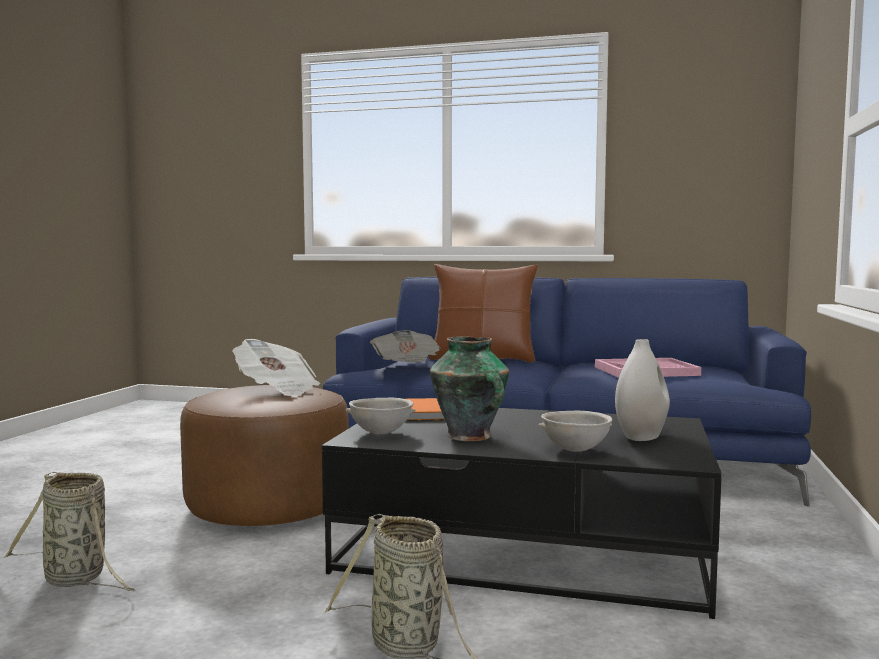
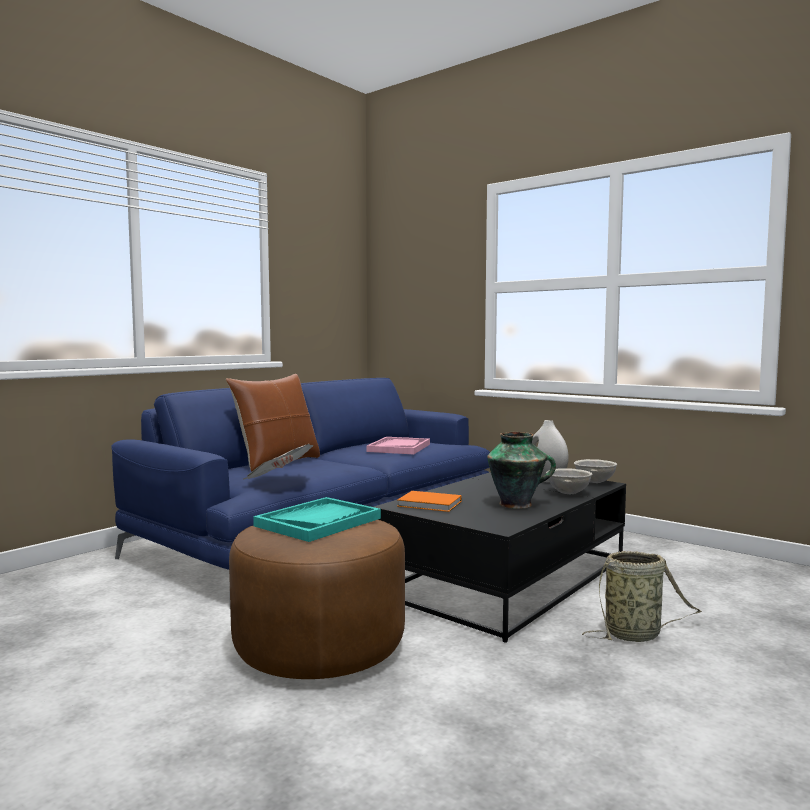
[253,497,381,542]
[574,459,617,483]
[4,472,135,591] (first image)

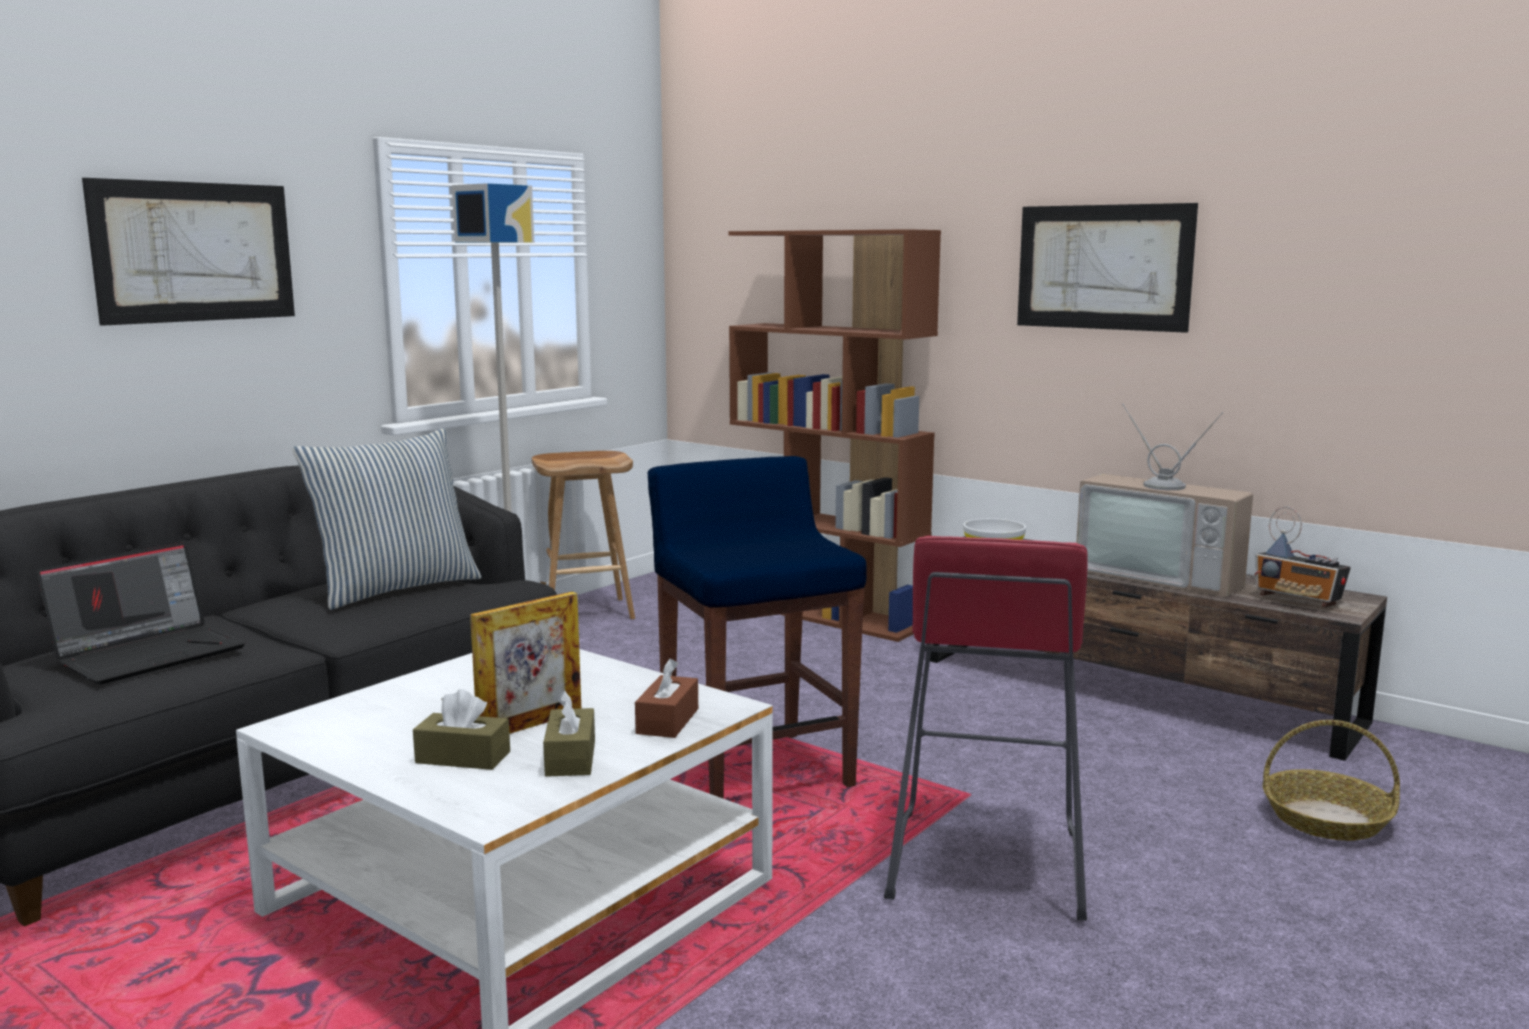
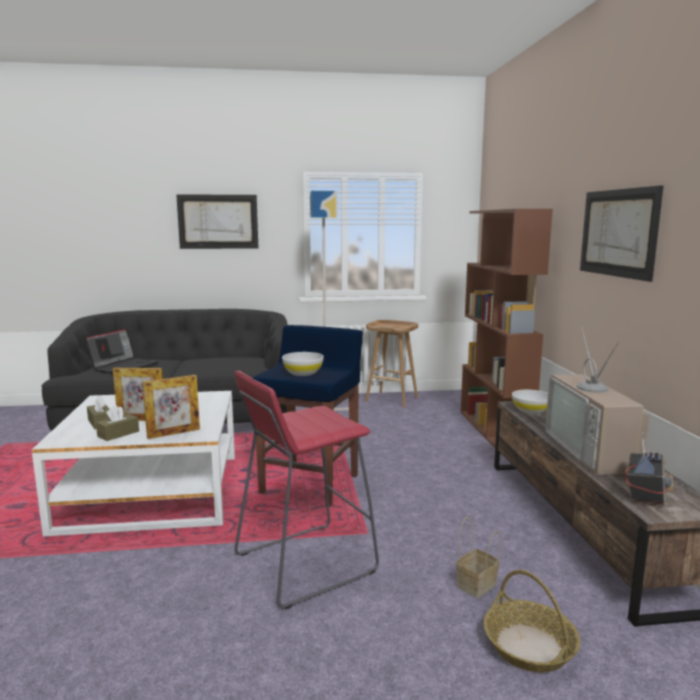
[292,429,482,610] (first image)
[625,431,673,506]
[85,328,159,374]
[142,375,200,439]
[282,352,324,376]
[456,517,500,598]

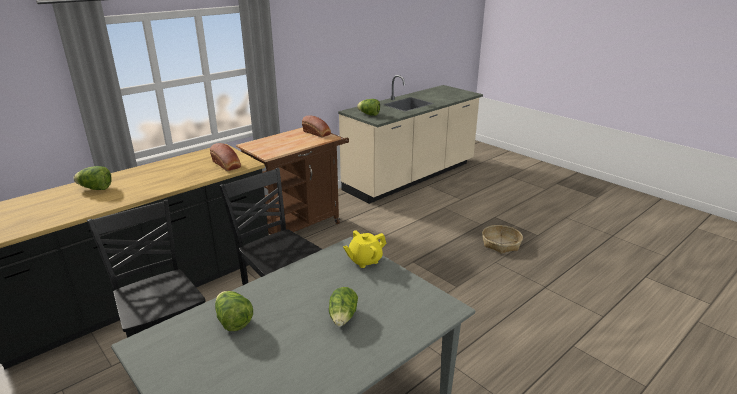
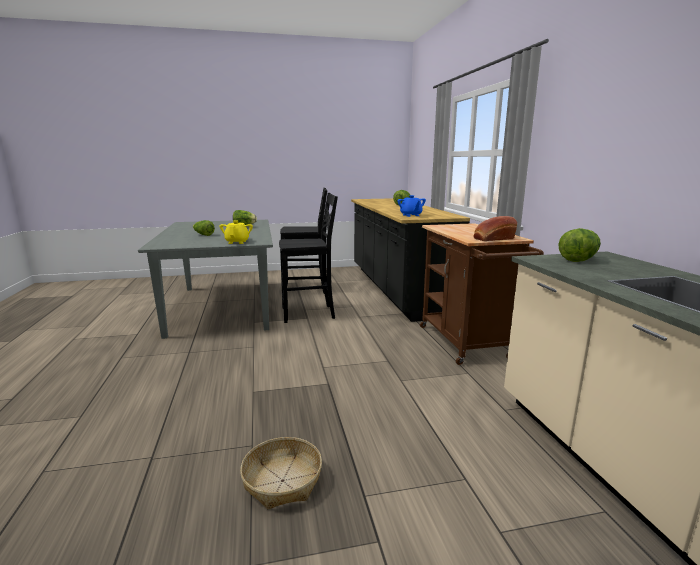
[398,195,426,217]

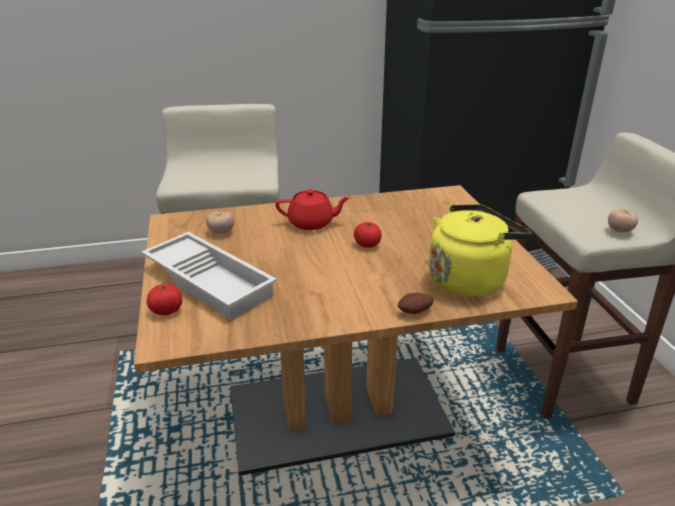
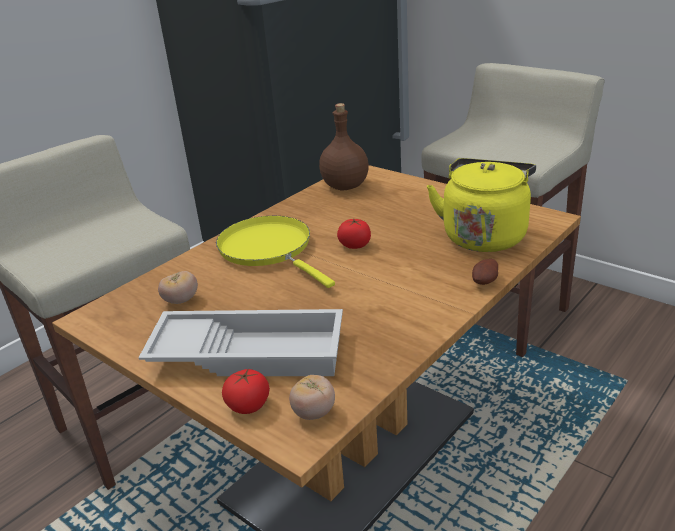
[216,216,335,288]
[289,375,335,420]
[319,103,369,191]

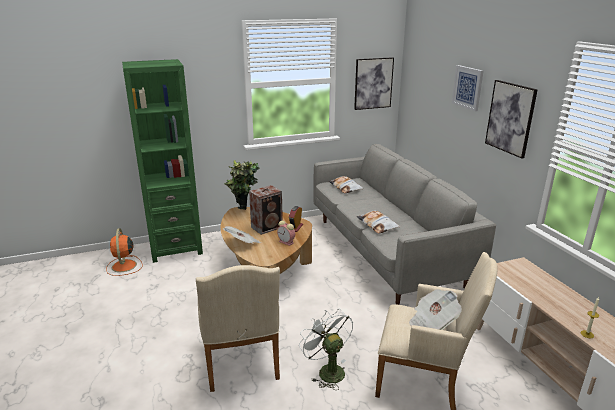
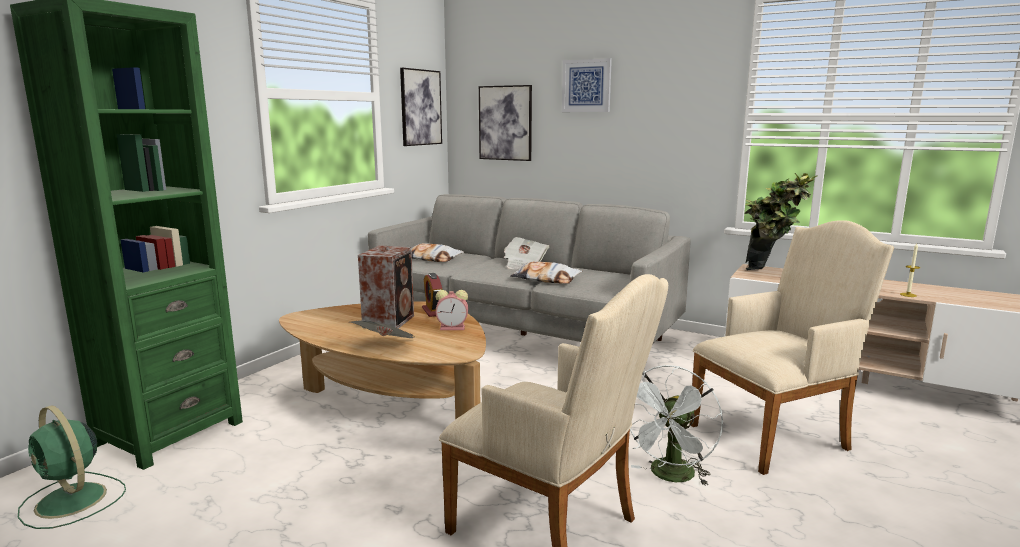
[479,85,532,161]
[744,173,817,270]
[18,405,126,529]
[504,237,549,269]
[630,365,723,486]

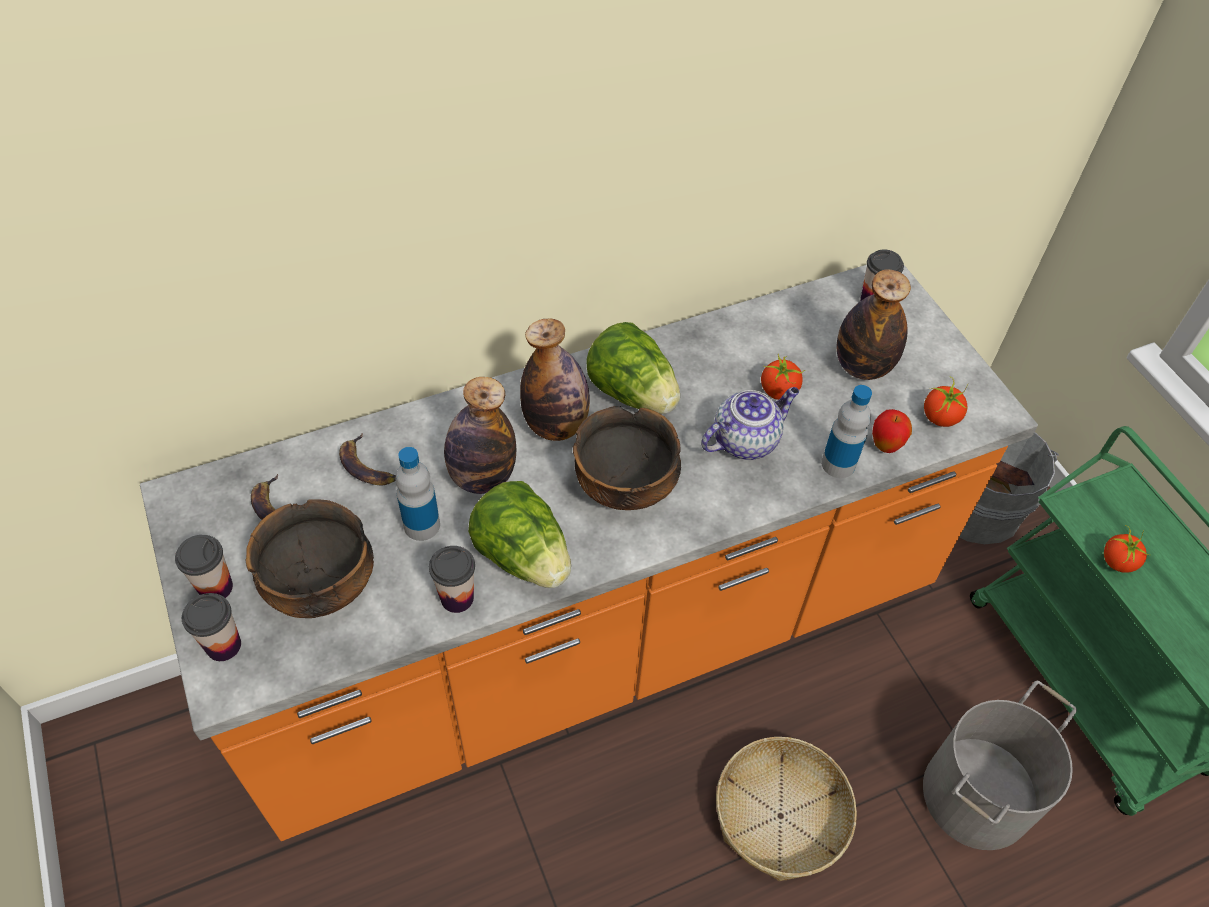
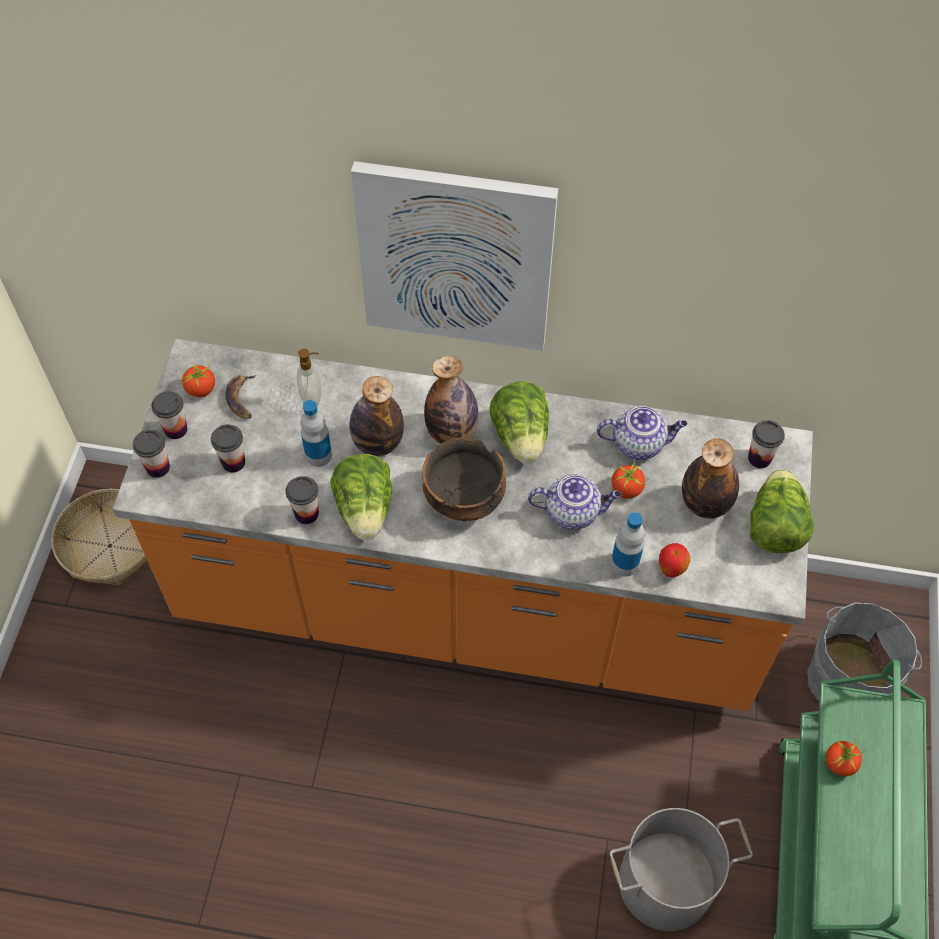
[180,362,215,397]
[296,349,322,406]
[211,424,245,472]
[51,489,147,586]
[351,161,558,350]
[597,406,688,460]
[750,469,814,553]

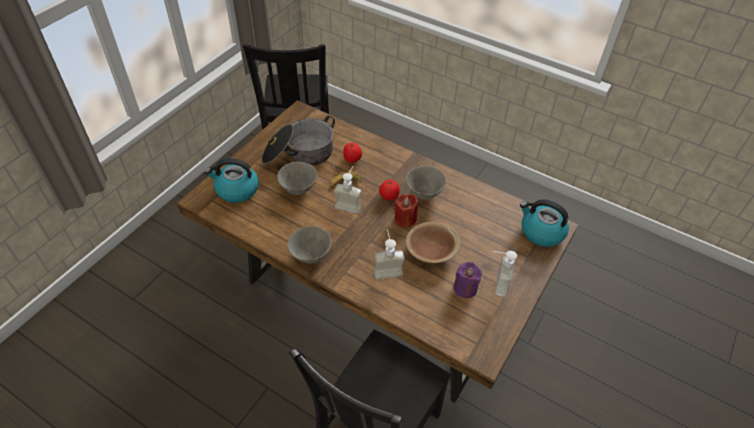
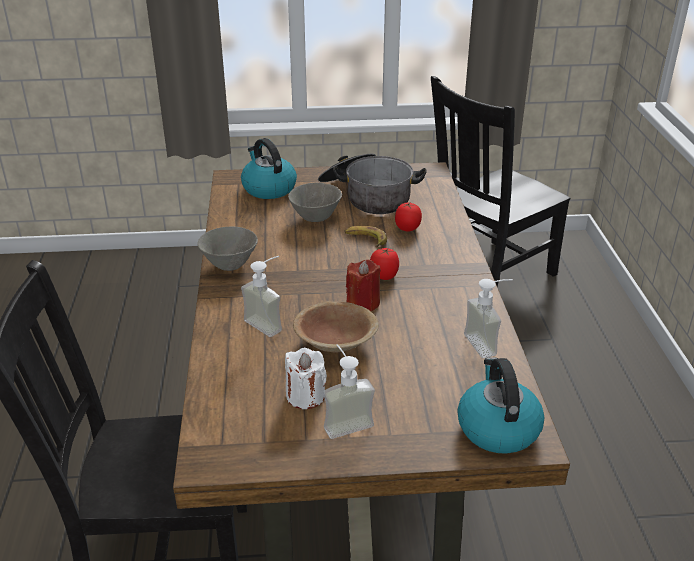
[464,279,513,358]
[406,166,446,200] (first image)
[285,348,327,409]

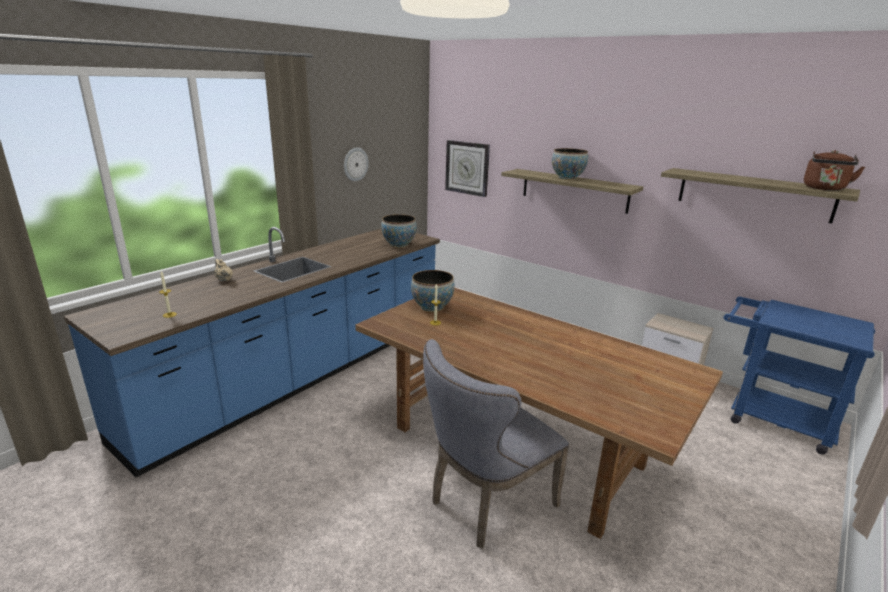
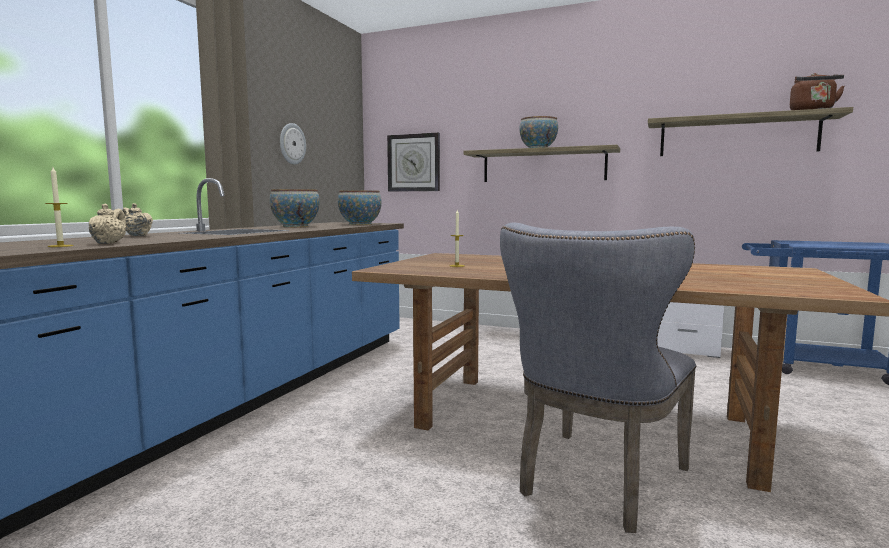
[270,189,320,228]
[89,203,126,244]

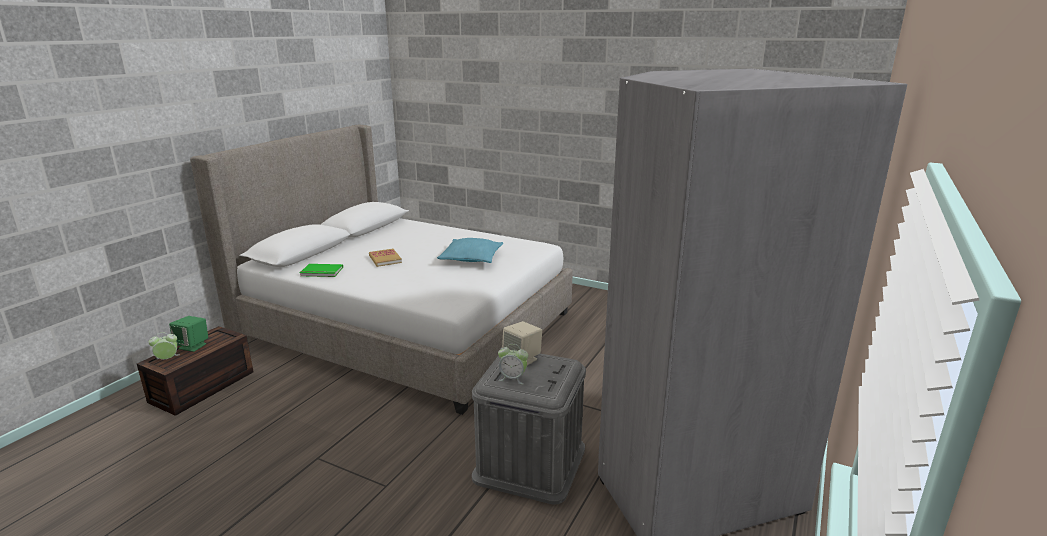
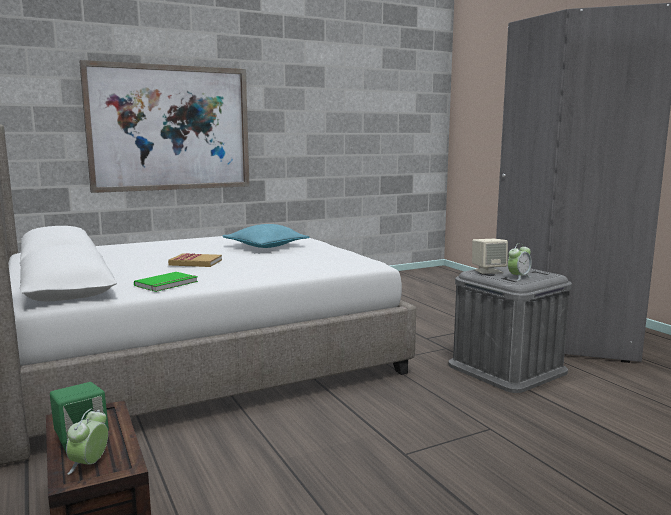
[79,60,249,193]

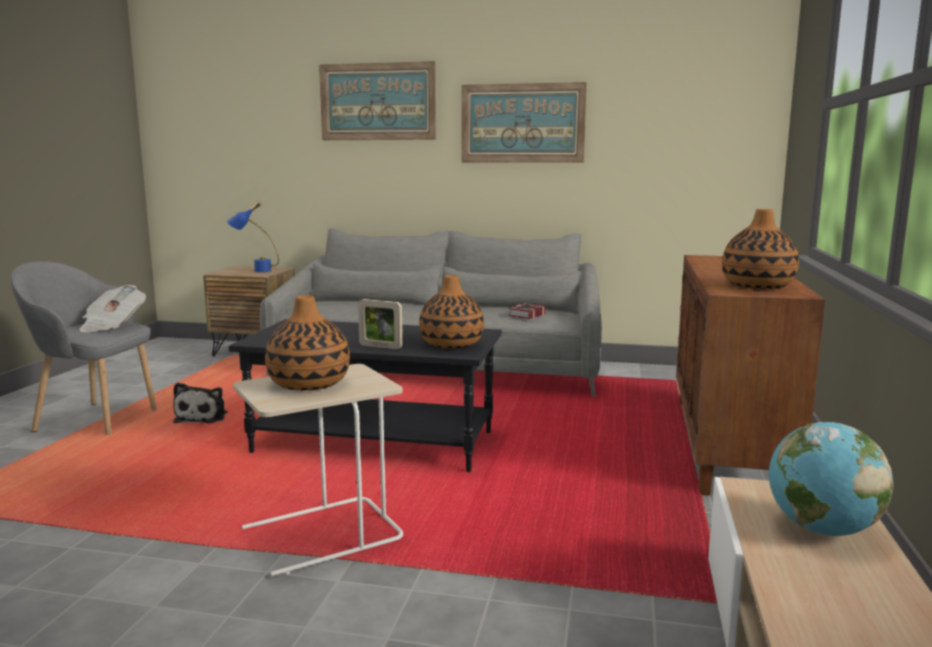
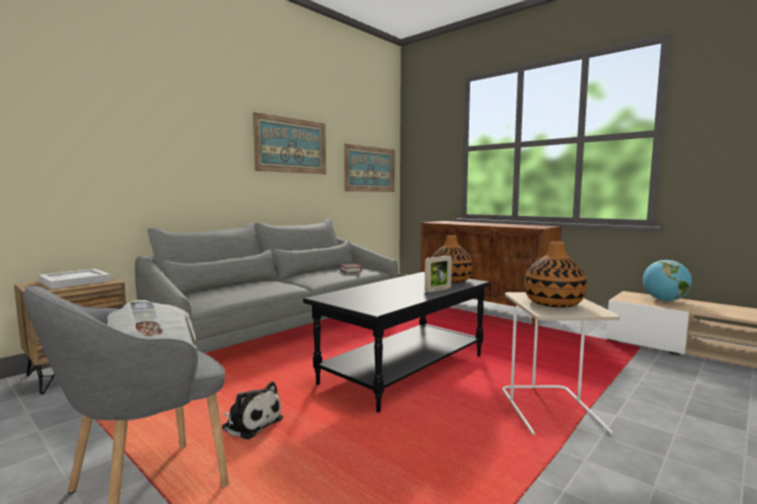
[344,144,395,192]
[38,269,111,289]
[722,209,799,289] (first image)

